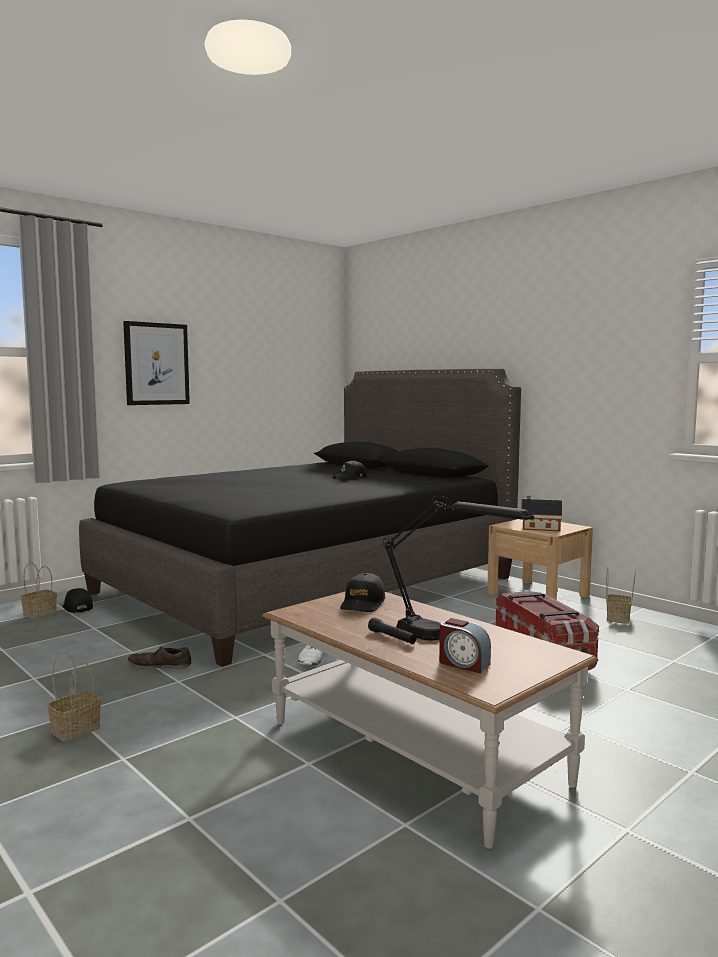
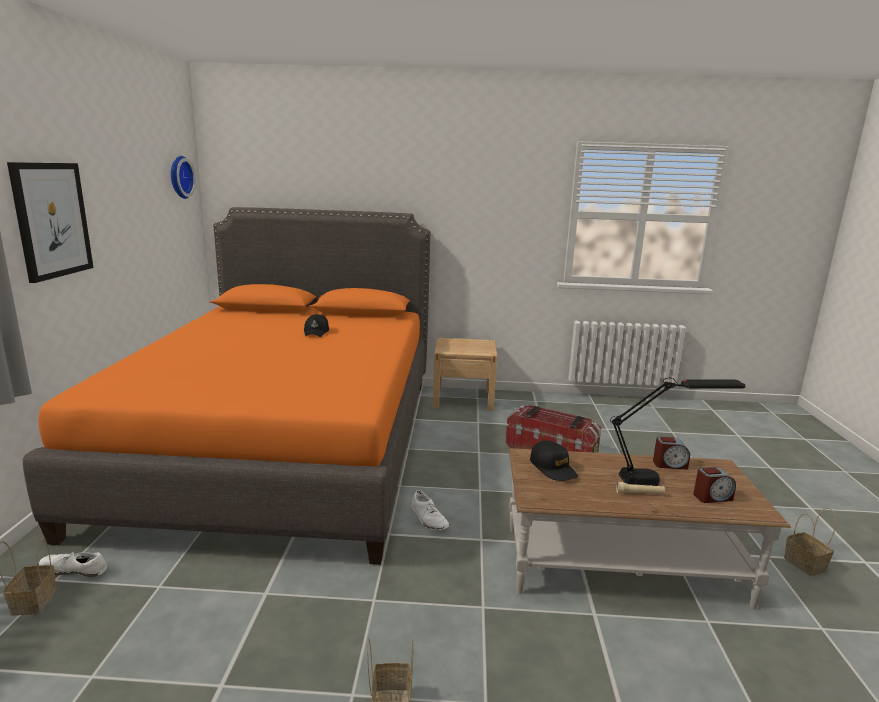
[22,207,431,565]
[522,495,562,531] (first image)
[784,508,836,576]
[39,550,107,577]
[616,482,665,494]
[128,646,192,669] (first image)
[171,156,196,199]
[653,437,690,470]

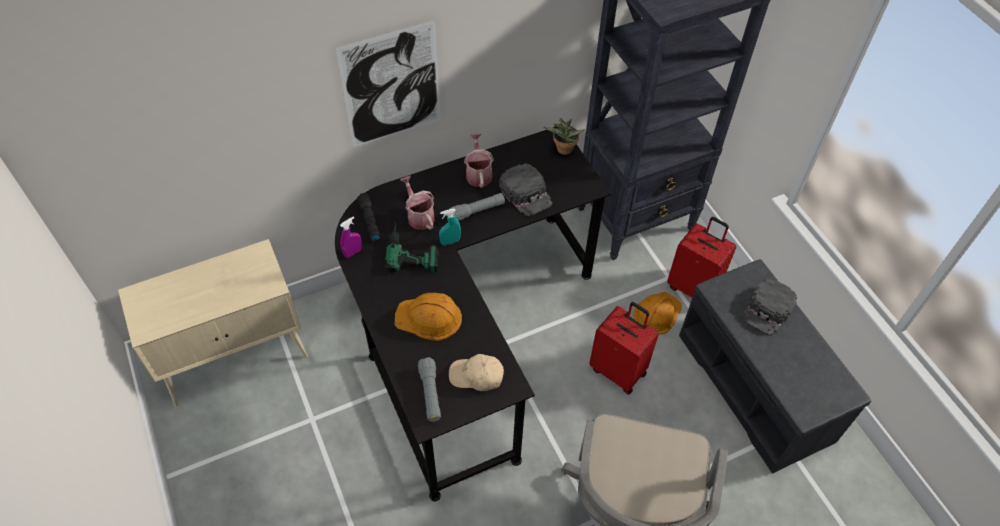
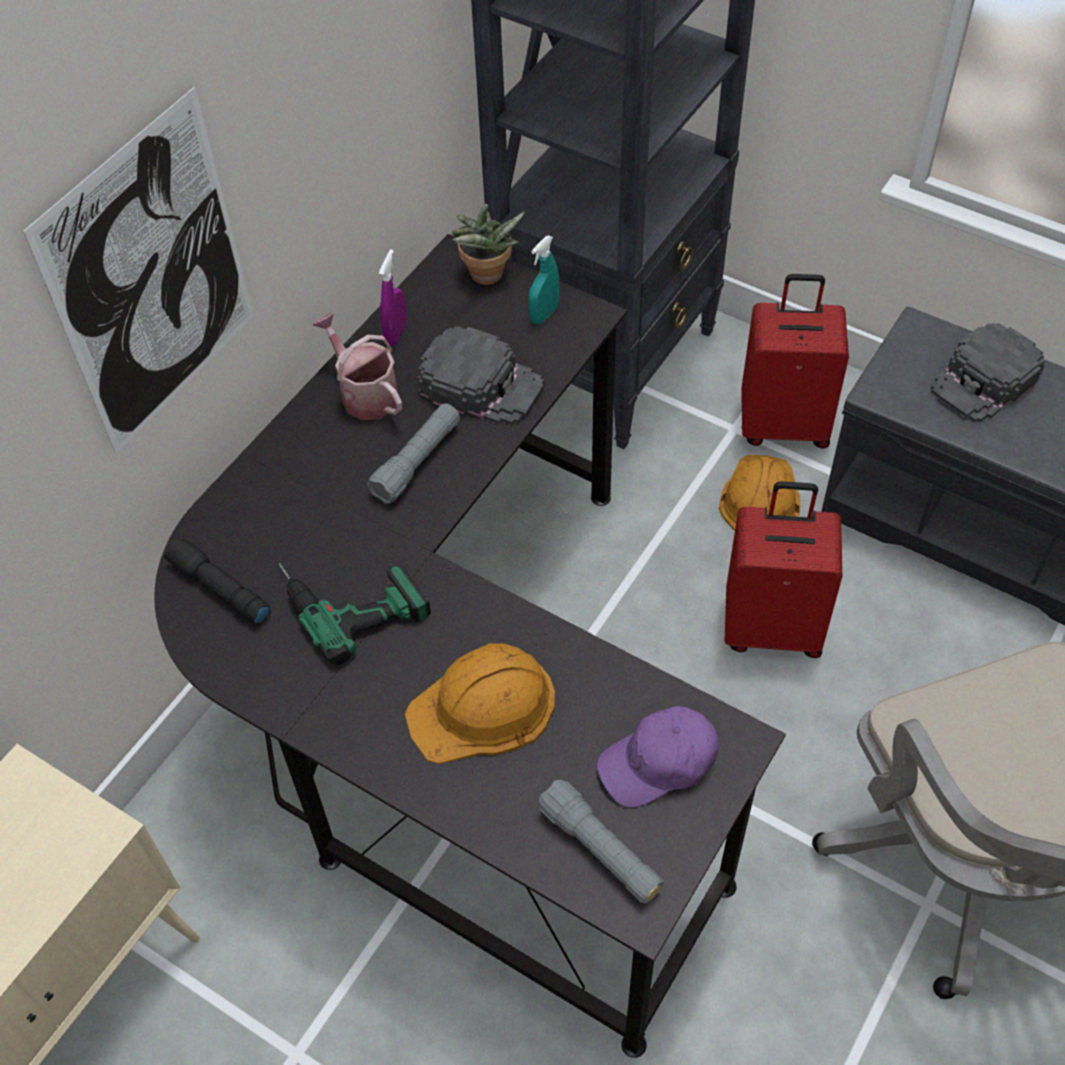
[400,176,435,230] (first image)
[528,235,559,325]
[379,249,407,346]
[931,323,1045,422]
[597,706,719,808]

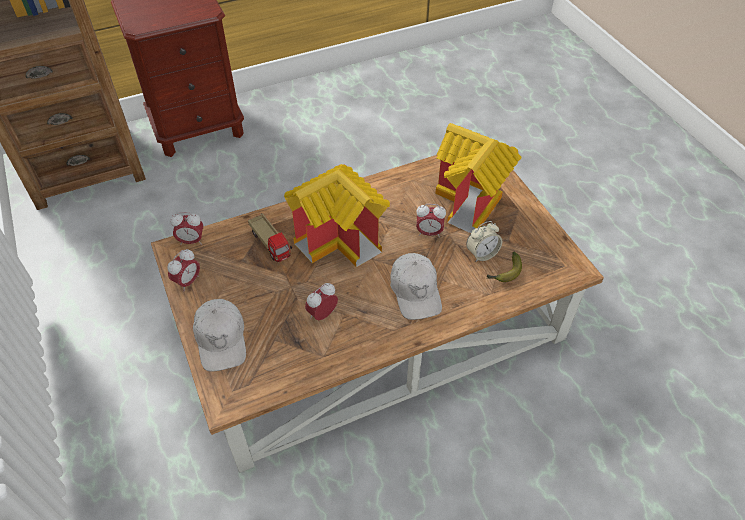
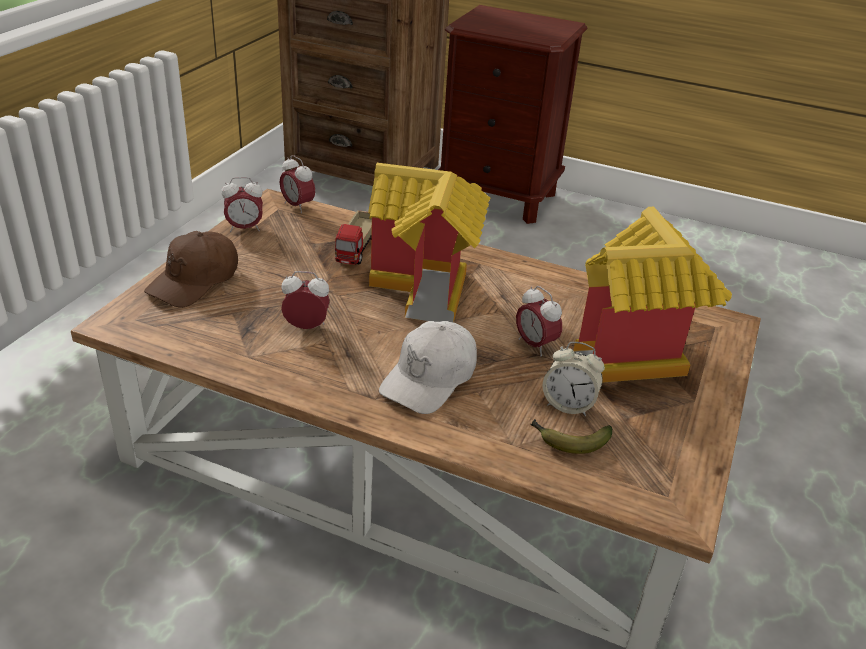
[144,231,238,307]

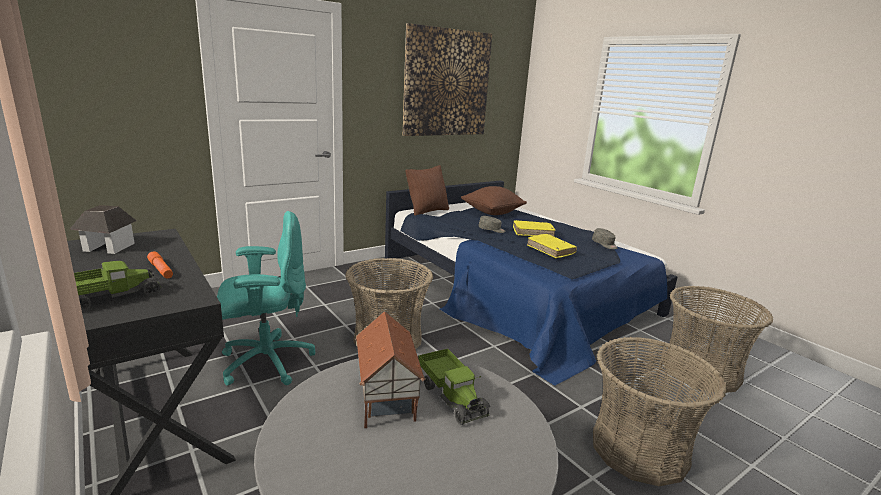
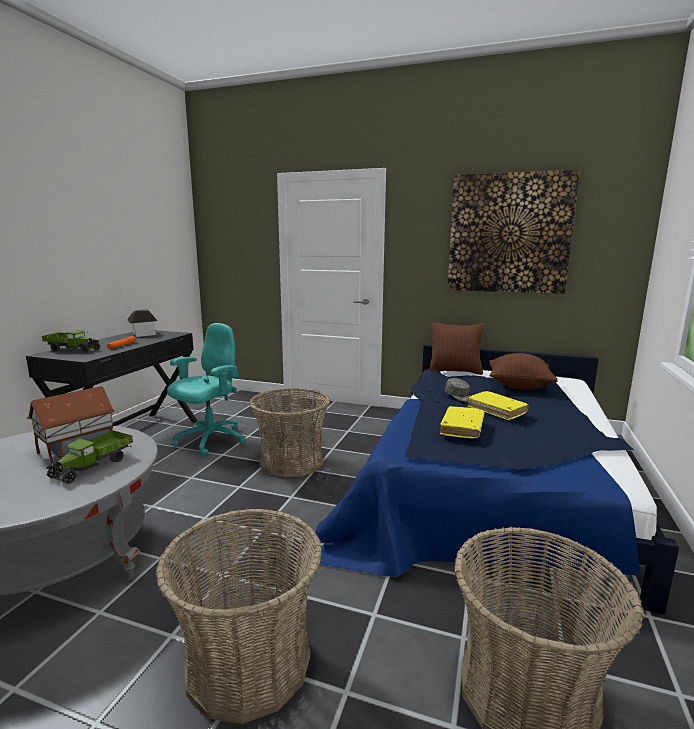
[167,323,246,456]
[592,228,617,249] (first image)

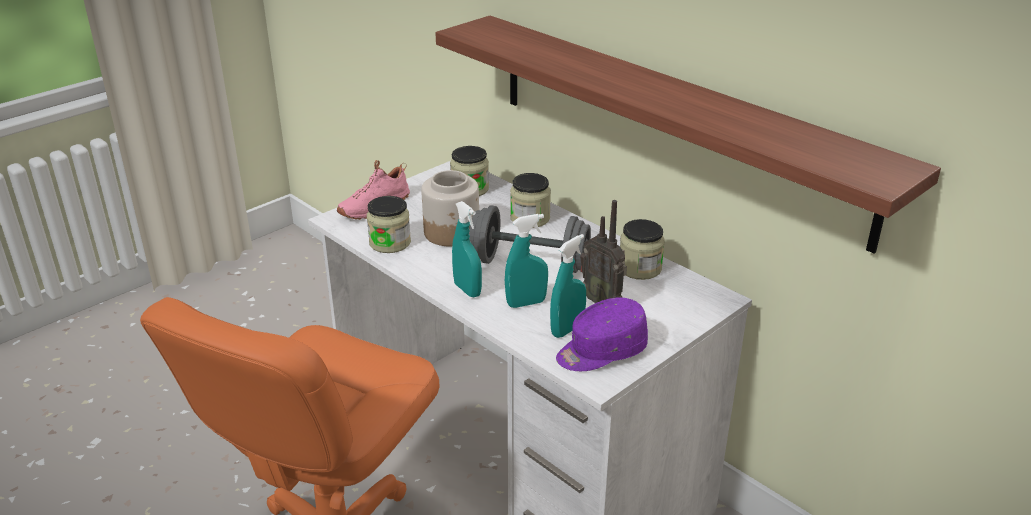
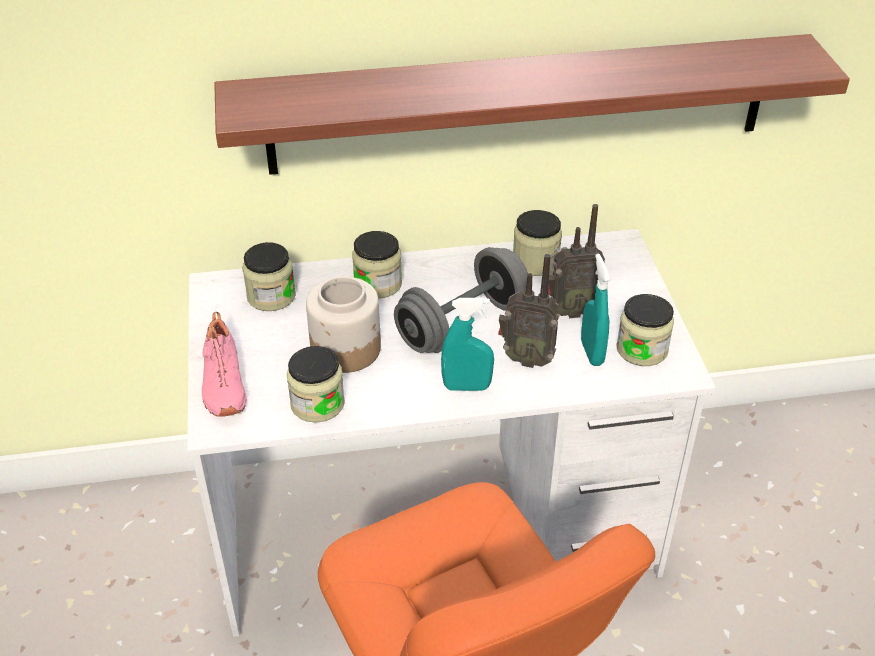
[498,254,560,368]
[616,294,674,366]

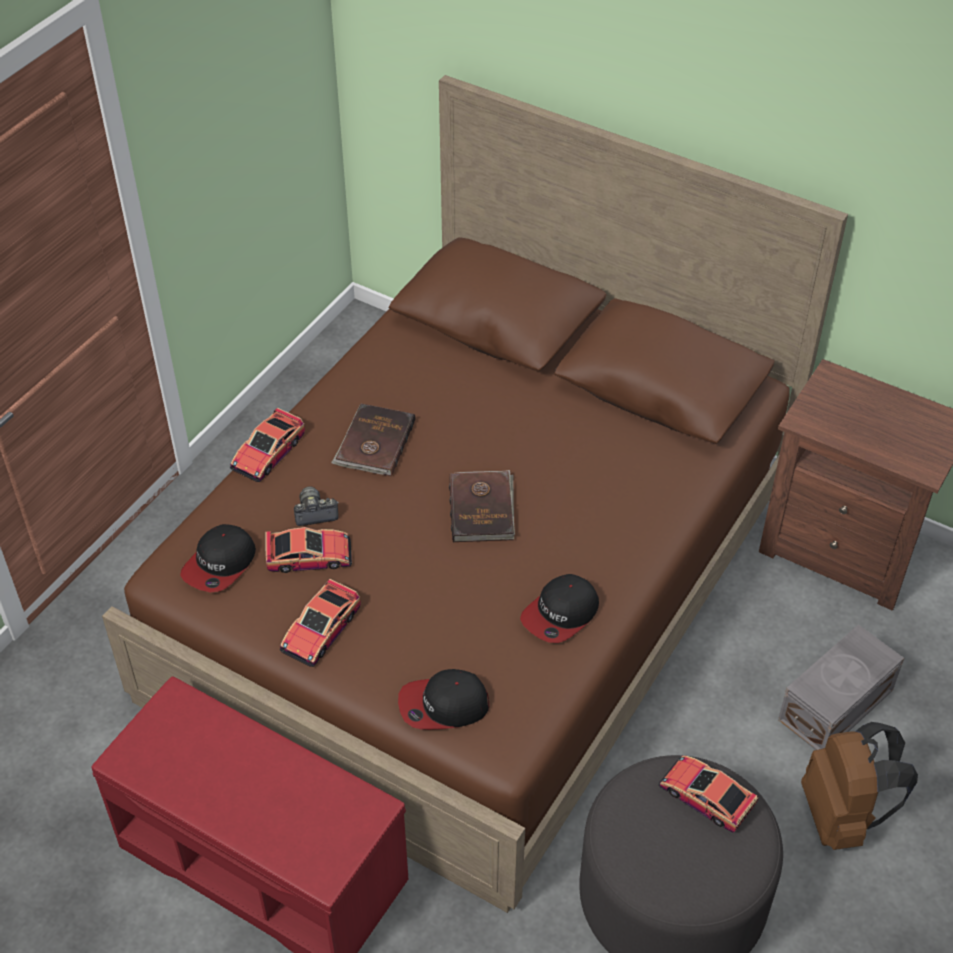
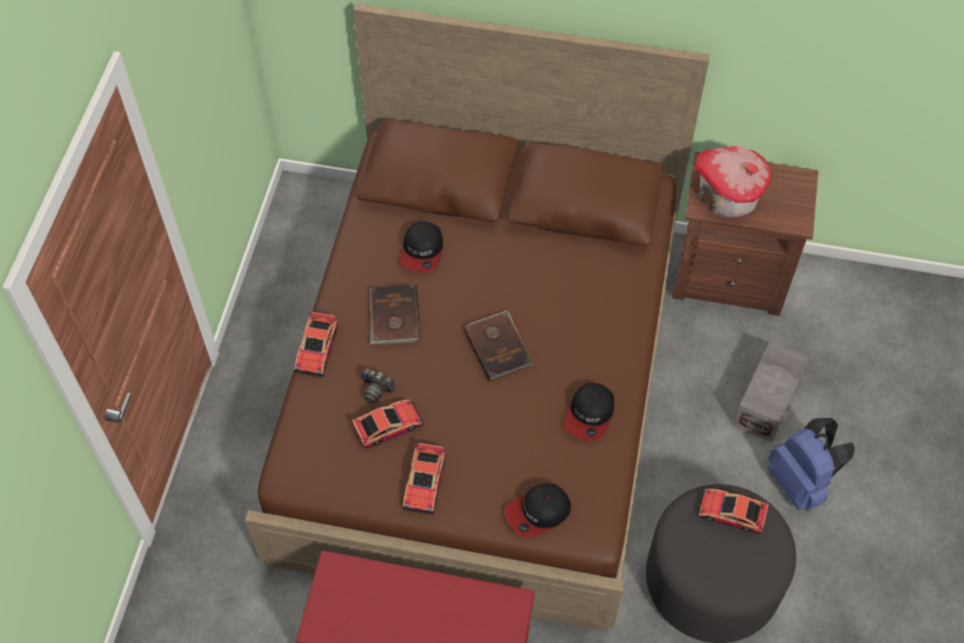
[361,368,395,404]
[400,221,443,272]
[768,418,855,511]
[694,146,771,218]

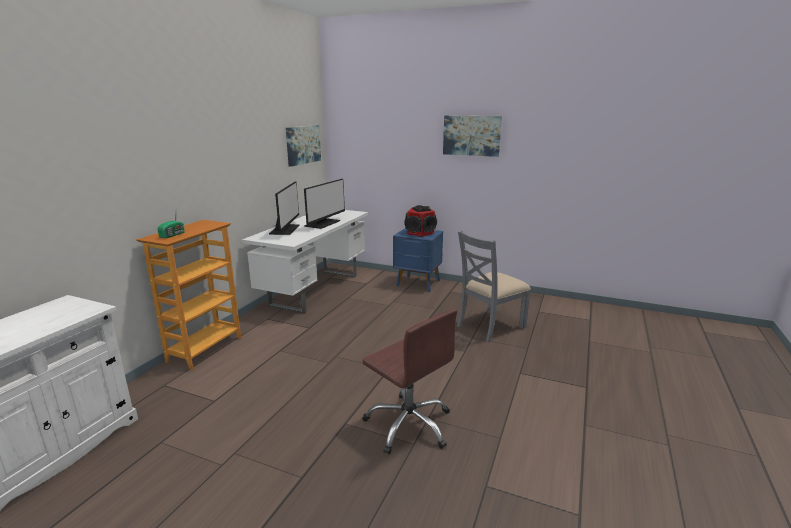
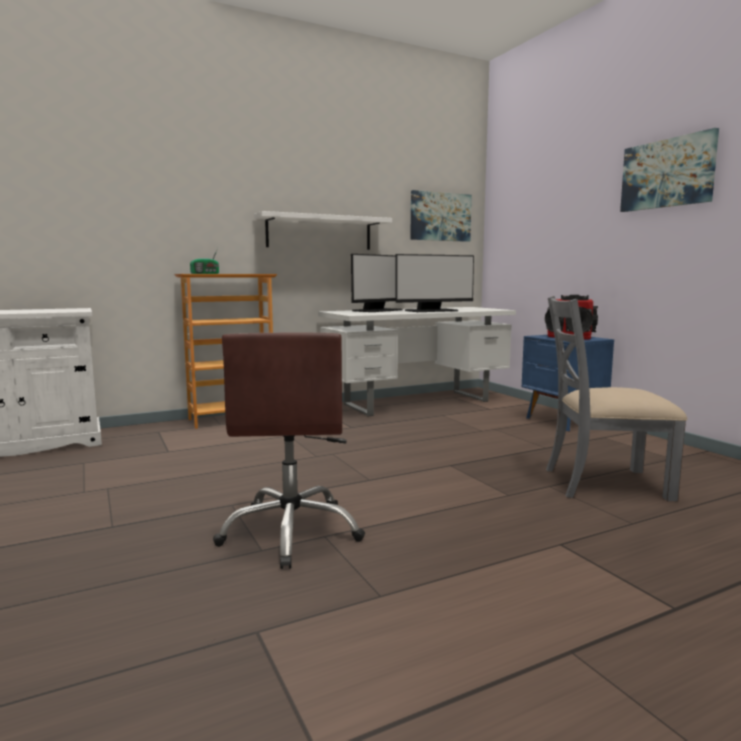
[253,211,392,250]

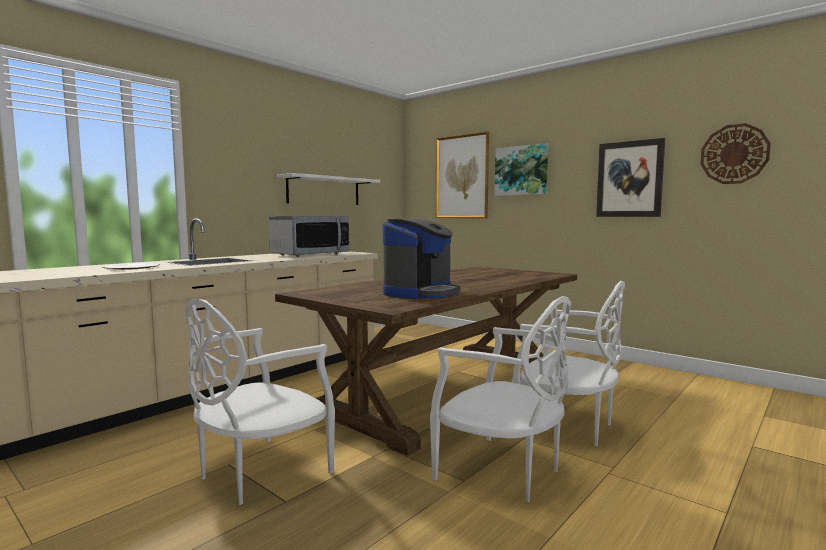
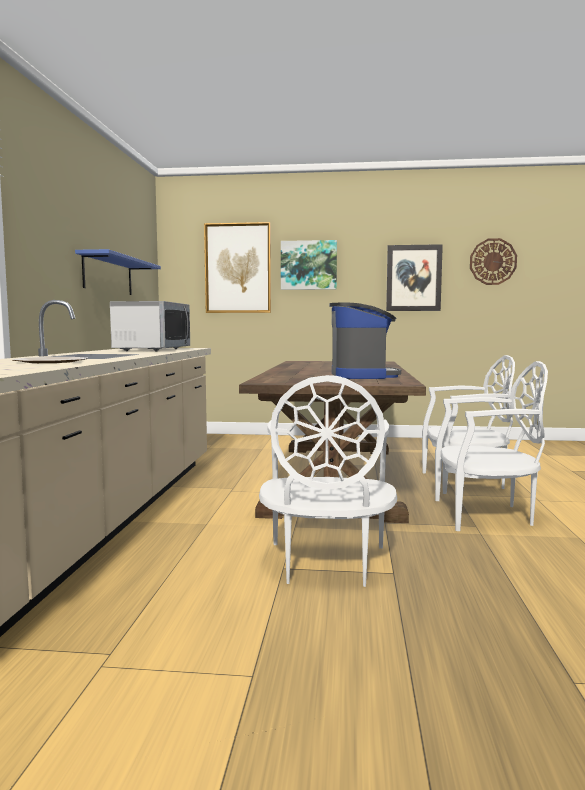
[75,249,161,295]

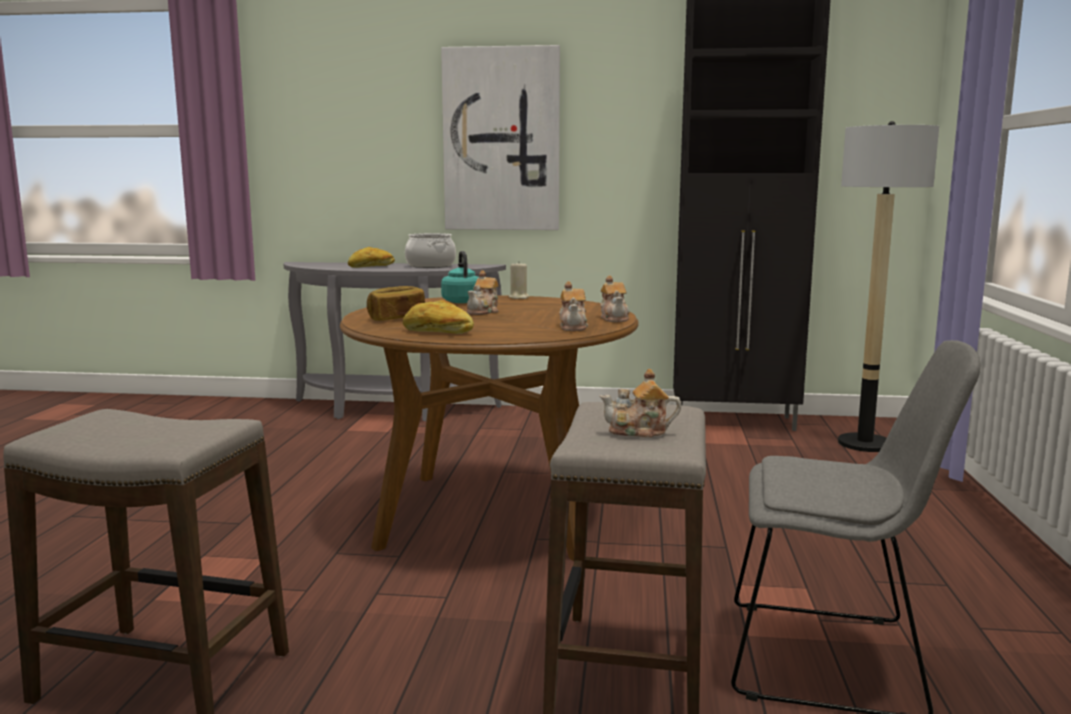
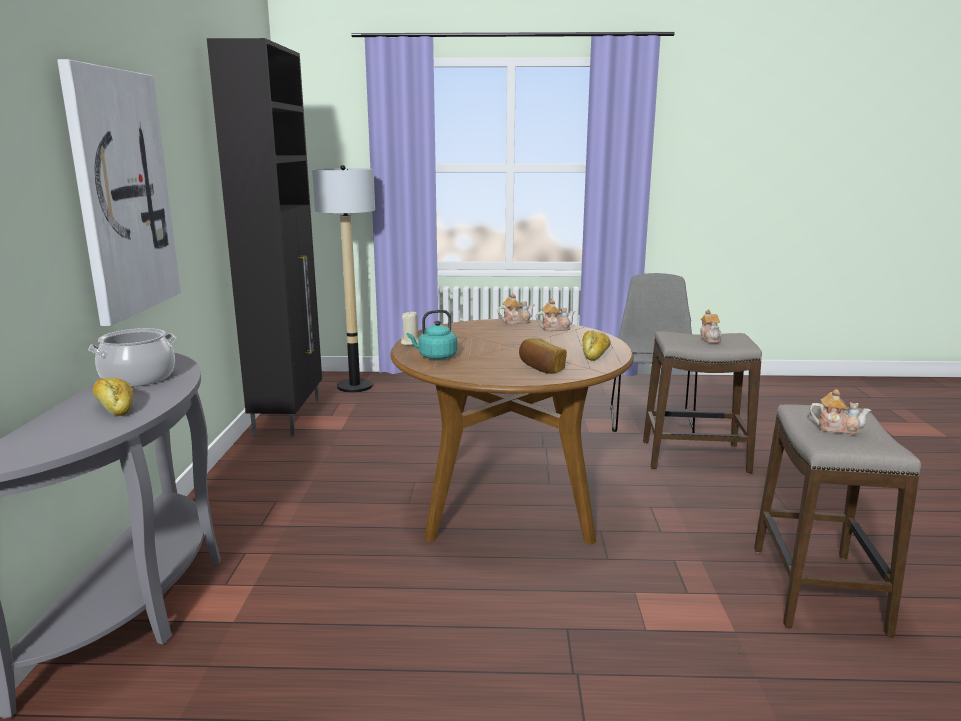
[809,389,872,435]

